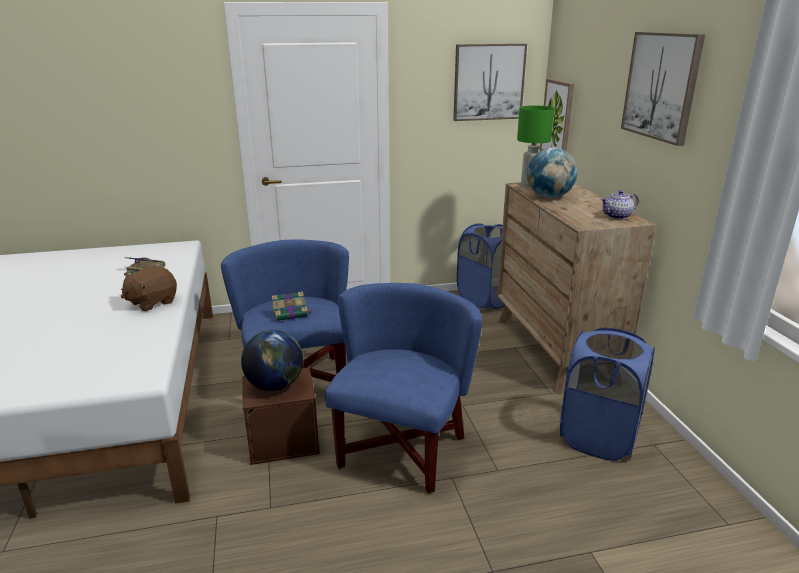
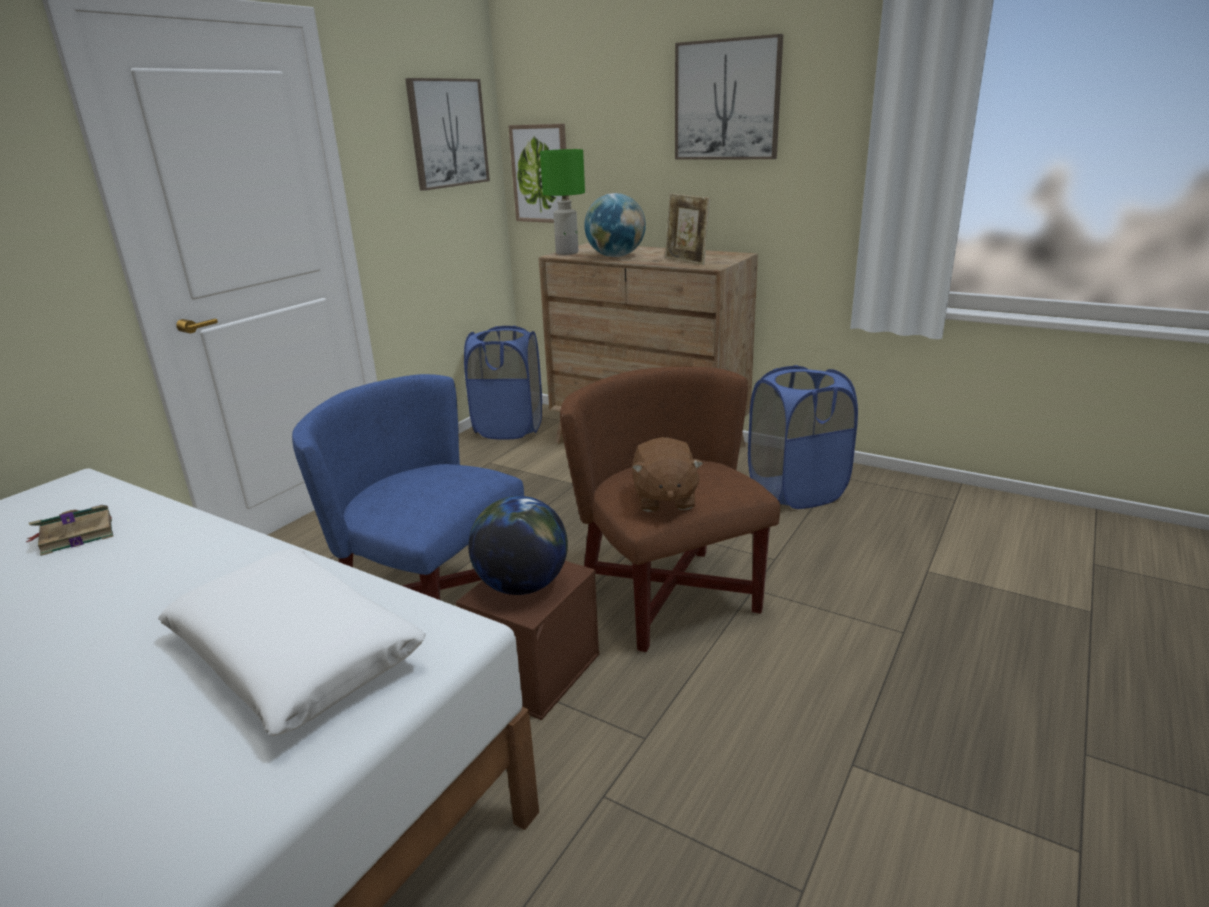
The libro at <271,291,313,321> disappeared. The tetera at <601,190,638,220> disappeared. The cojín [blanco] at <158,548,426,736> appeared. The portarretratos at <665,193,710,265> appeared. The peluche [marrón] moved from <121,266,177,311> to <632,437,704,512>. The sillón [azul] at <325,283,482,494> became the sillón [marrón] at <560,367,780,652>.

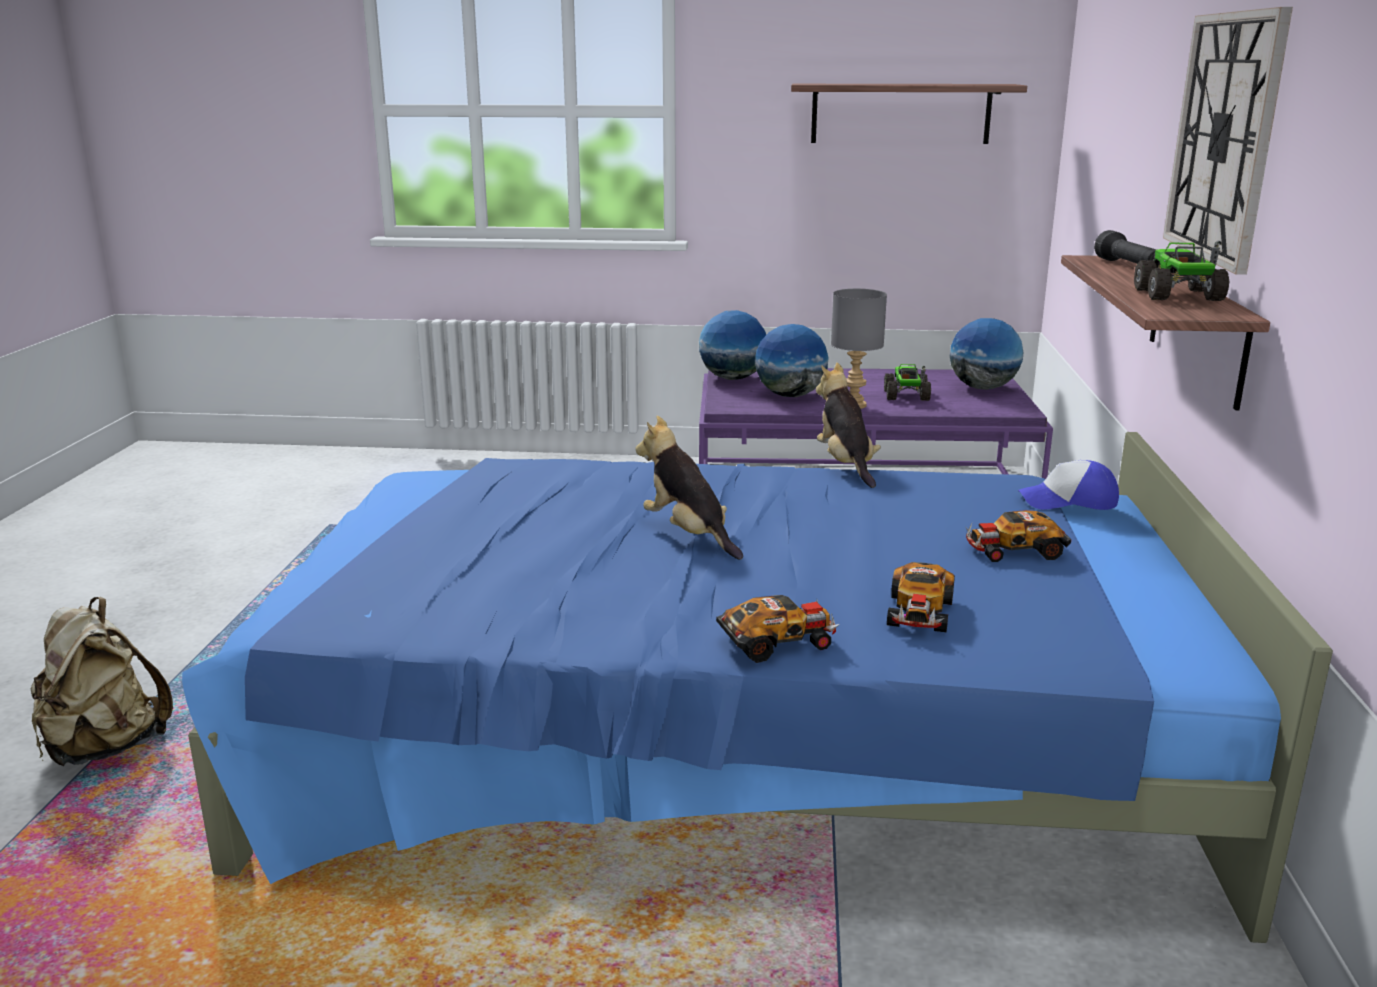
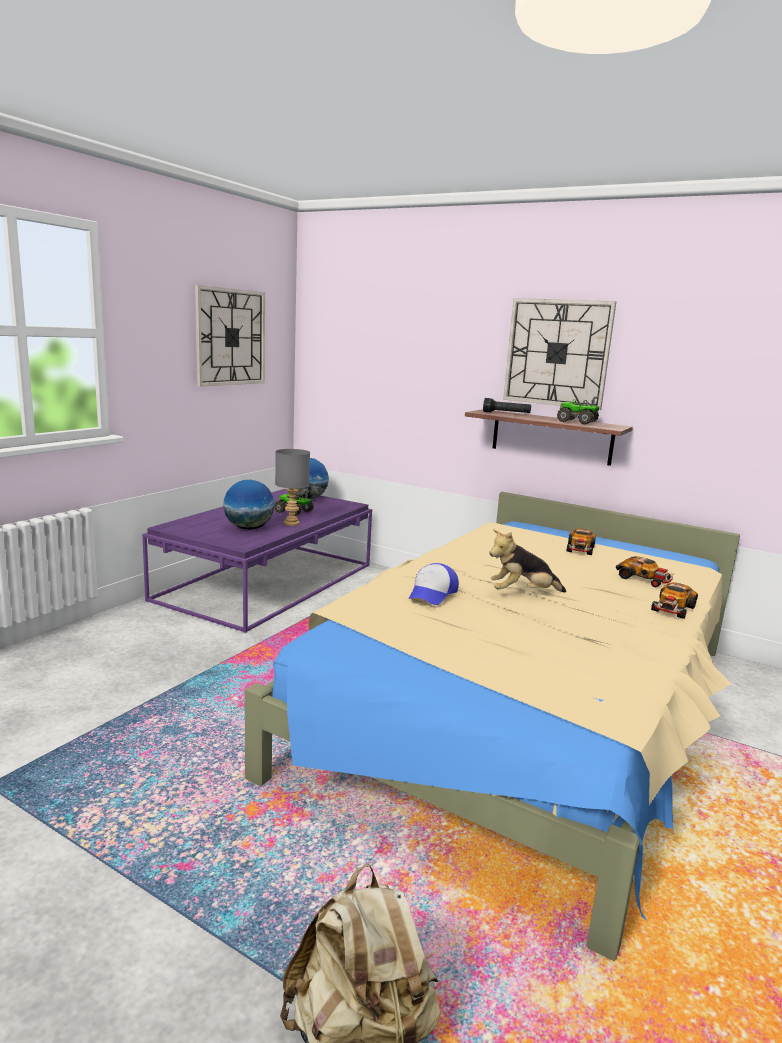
The globo terráqueo at <699,310,766,380> disappeared. The peluche at <816,362,881,488> disappeared. The gorra moved from <1018,460,1119,510> to <408,563,459,605>. The estante at <791,84,1027,144> was replaced by the reloj de pared at <195,285,265,387>. The cama [azul] at <182,432,1333,943> became the cama [beis] at <245,492,740,961>. The coche de juguete at <716,595,840,663> turned 150 degrees counterclockwise.

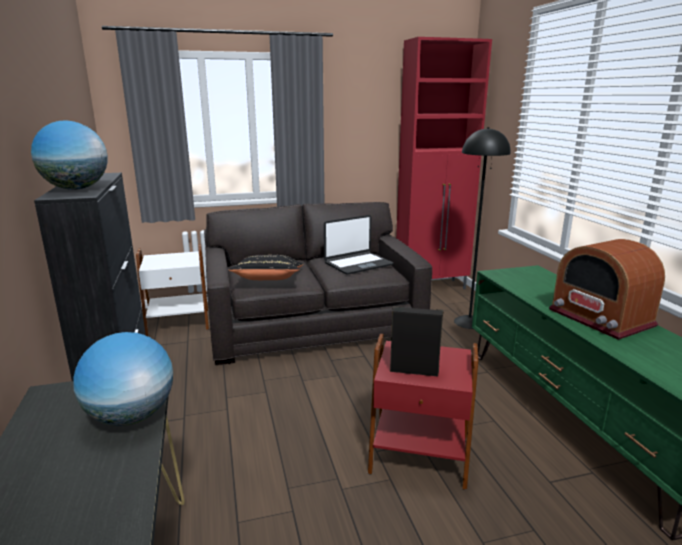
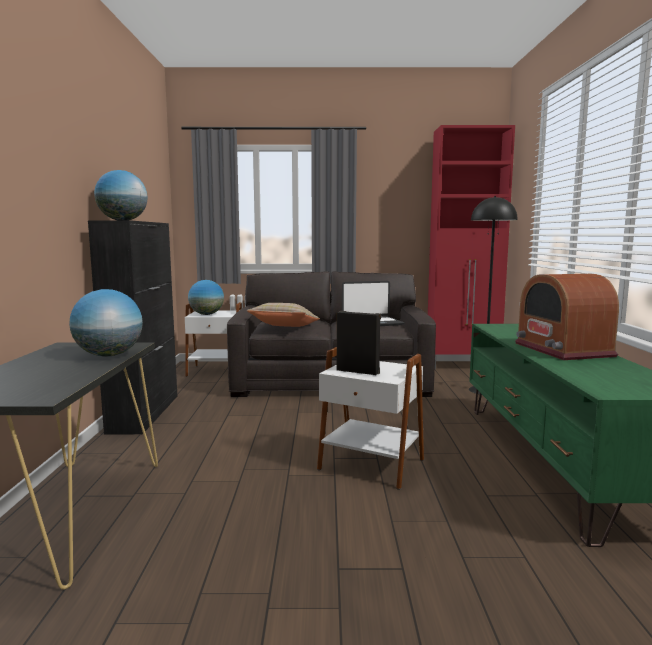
The globo terráqueo at <188,280,224,315> appeared. The cojín [negro] at <229,255,303,280> became the cojín [beis] at <247,303,320,327>. The mesa auxiliar [rojo] at <368,334,478,490> became the mesa auxiliar [blanco] at <317,347,424,490>.

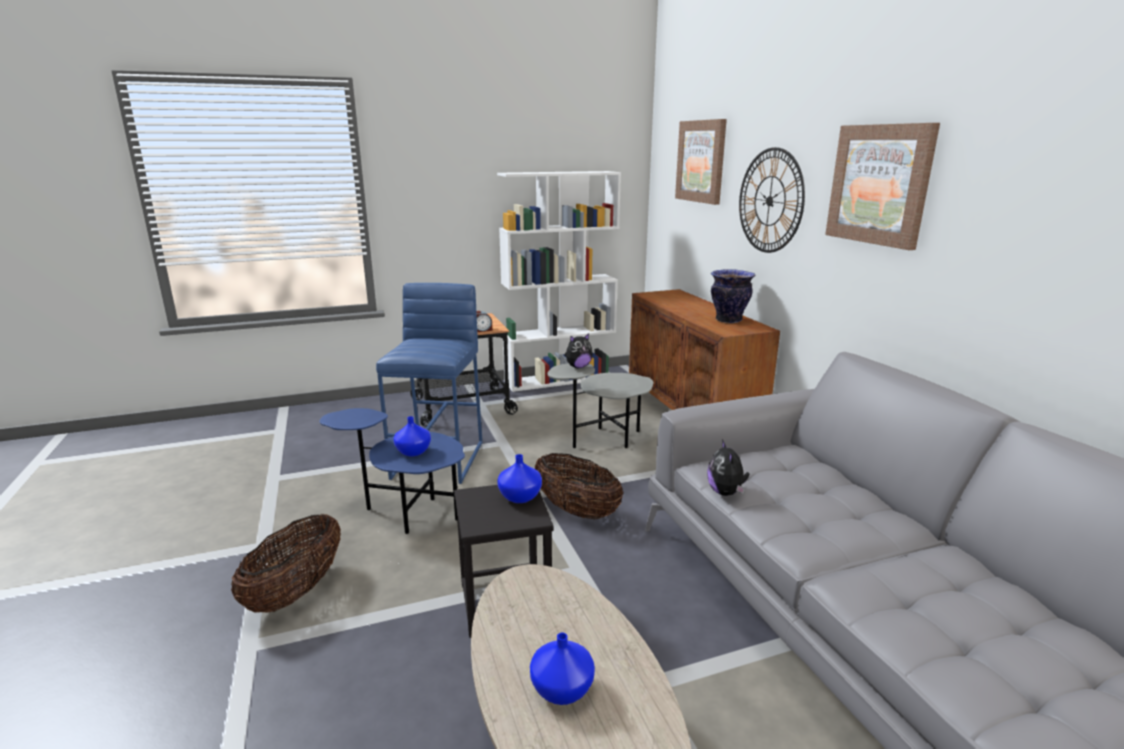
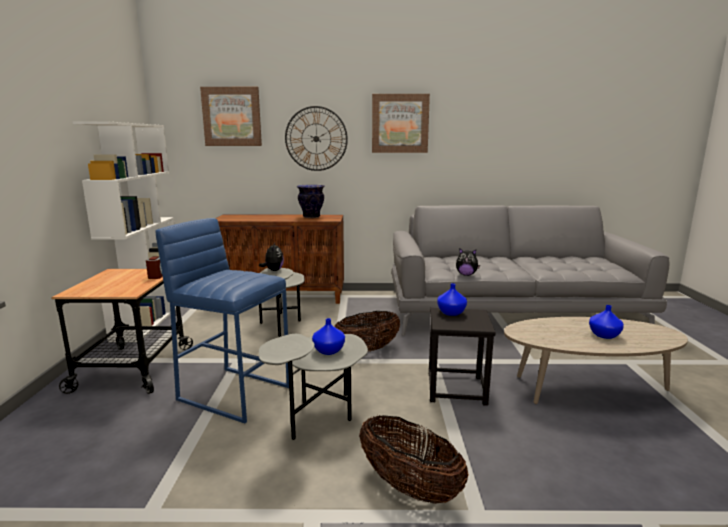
The mesa auxiliar [azul] at <319,408,465,534> became the mesa auxiliar [gris] at <259,334,368,440>.

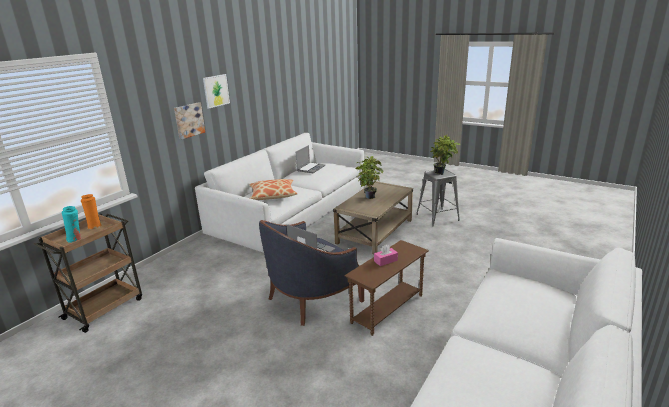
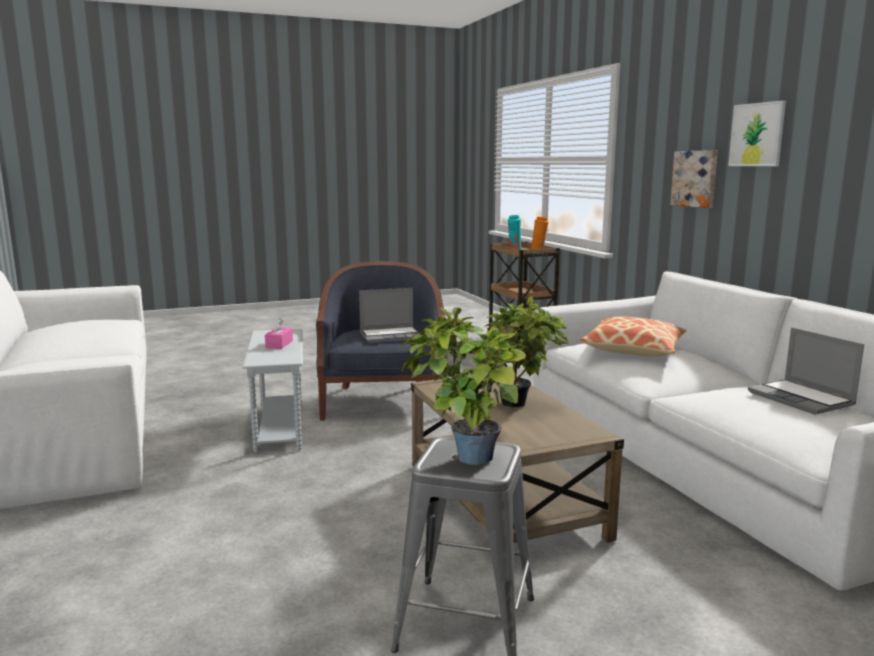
The mesa auxiliar [marrón] at <345,240,429,336> became the mesa auxiliar [blanco] at <242,329,303,453>.

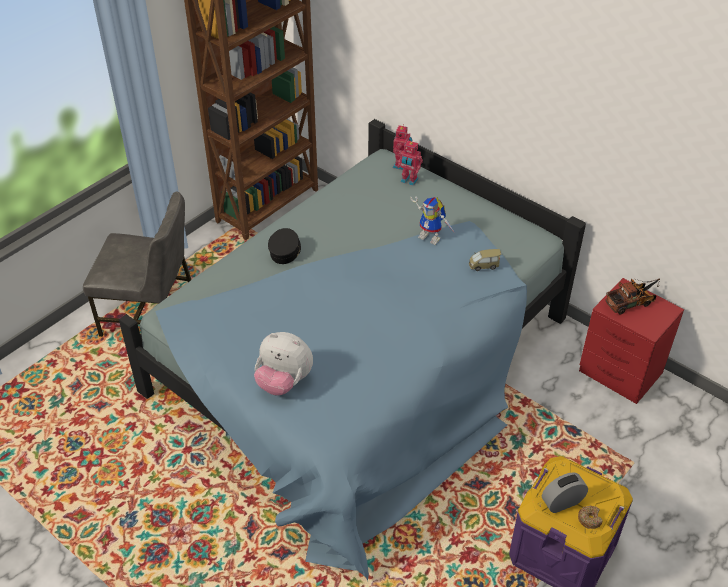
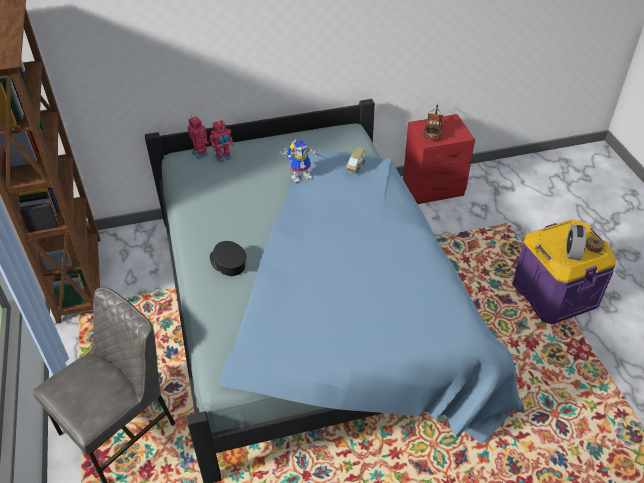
The peluche at <254,332,313,395> disappeared.

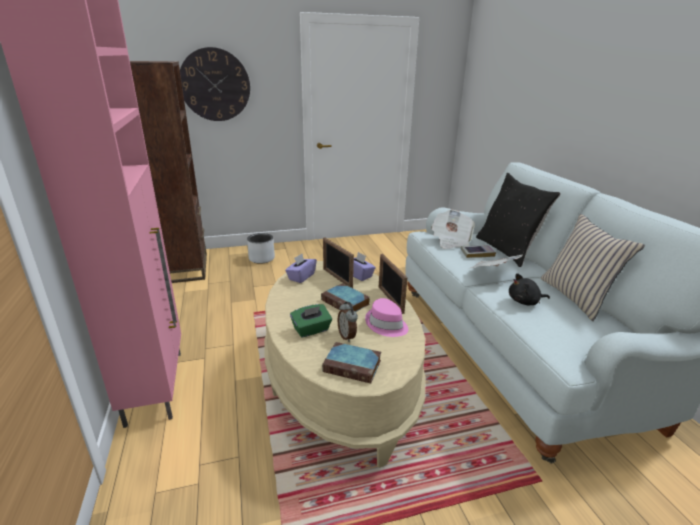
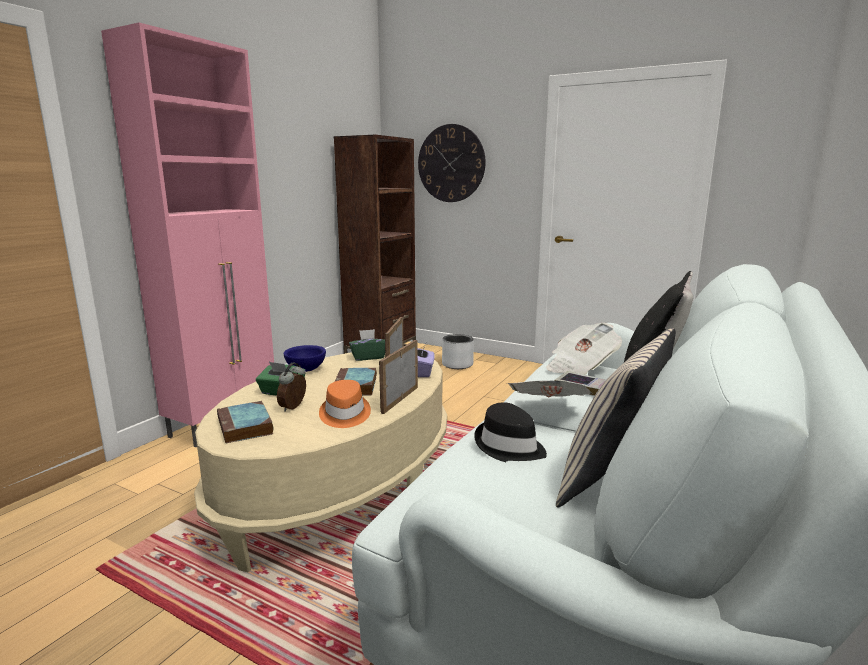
The cuenco [azul] at <284,345,326,372> appeared. The peluche [negro] at <509,273,550,306> was replaced by the sombrero [negro] at <474,402,547,462>. The caja de pañuelos [morado] at <285,254,317,283> became the caja de pañuelos [verde] at <349,329,385,361>. The sombrero [rosa] at <365,298,409,337> became the sombrero [naranja] at <319,380,371,428>.

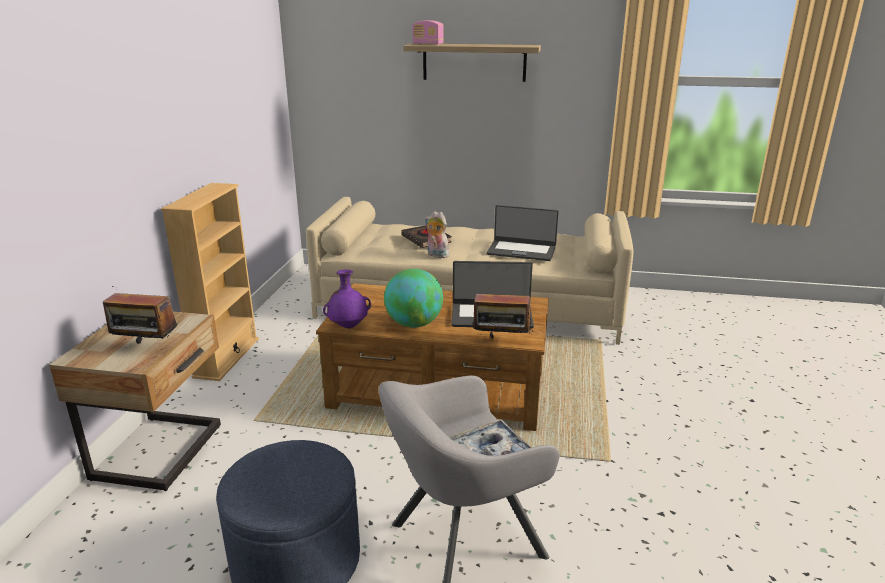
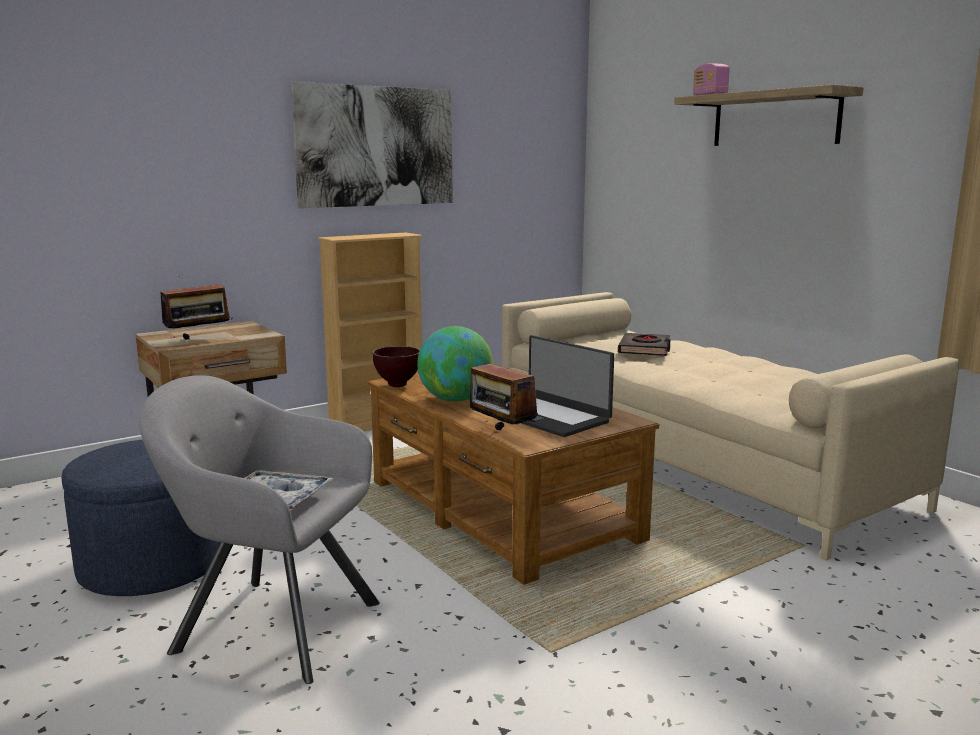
The peluche at <425,211,449,258> disappeared. The portátil at <486,205,559,261> disappeared. The cuadro at <291,82,453,208> appeared. The florero [morado] at <323,269,371,329> was replaced by the cuenco [marrón] at <372,346,420,387>. The radio at <103,286,178,344> turned 90 degrees counterclockwise.

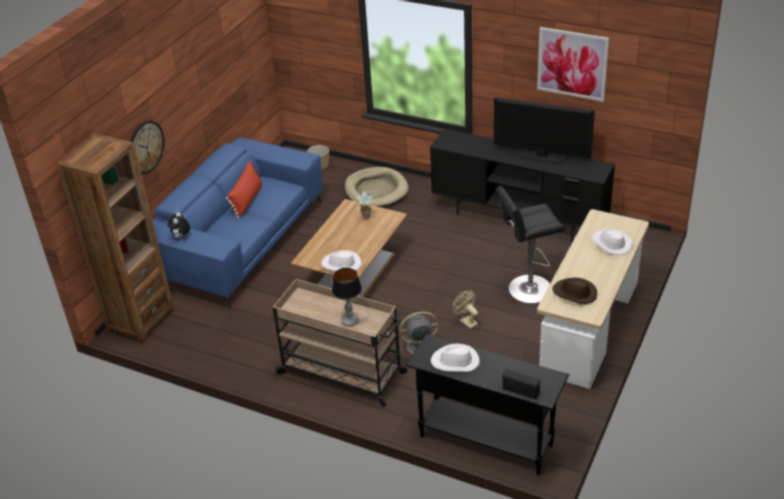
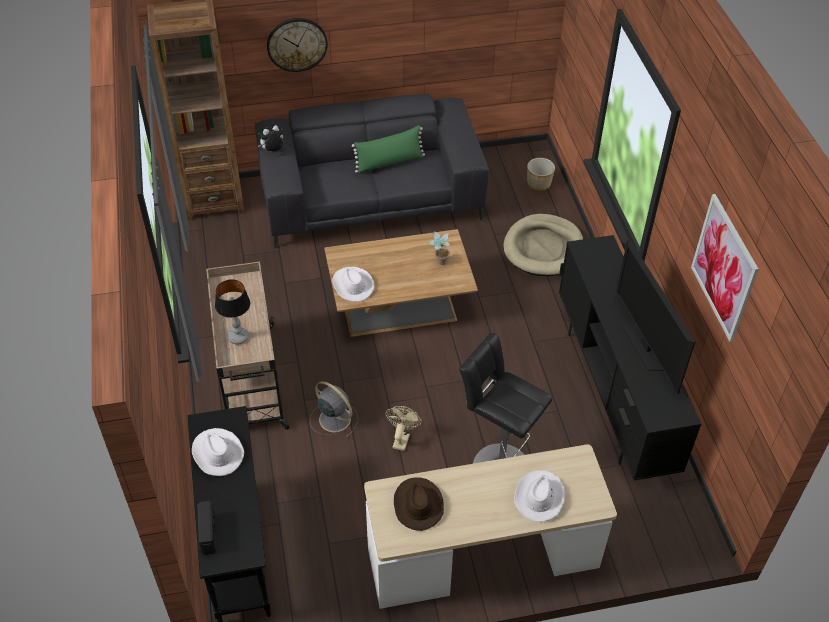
The sofá [azul] at <152,137,322,310> became the sofá [gris] at <255,94,489,249>. The cojín [rojo] at <226,161,262,219> became the cojín [verde] at <352,125,425,173>.

